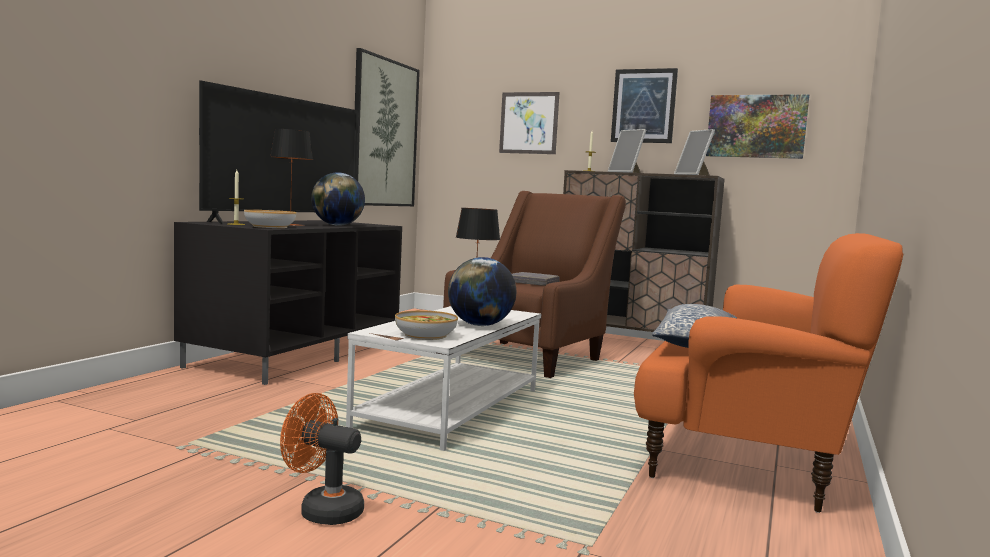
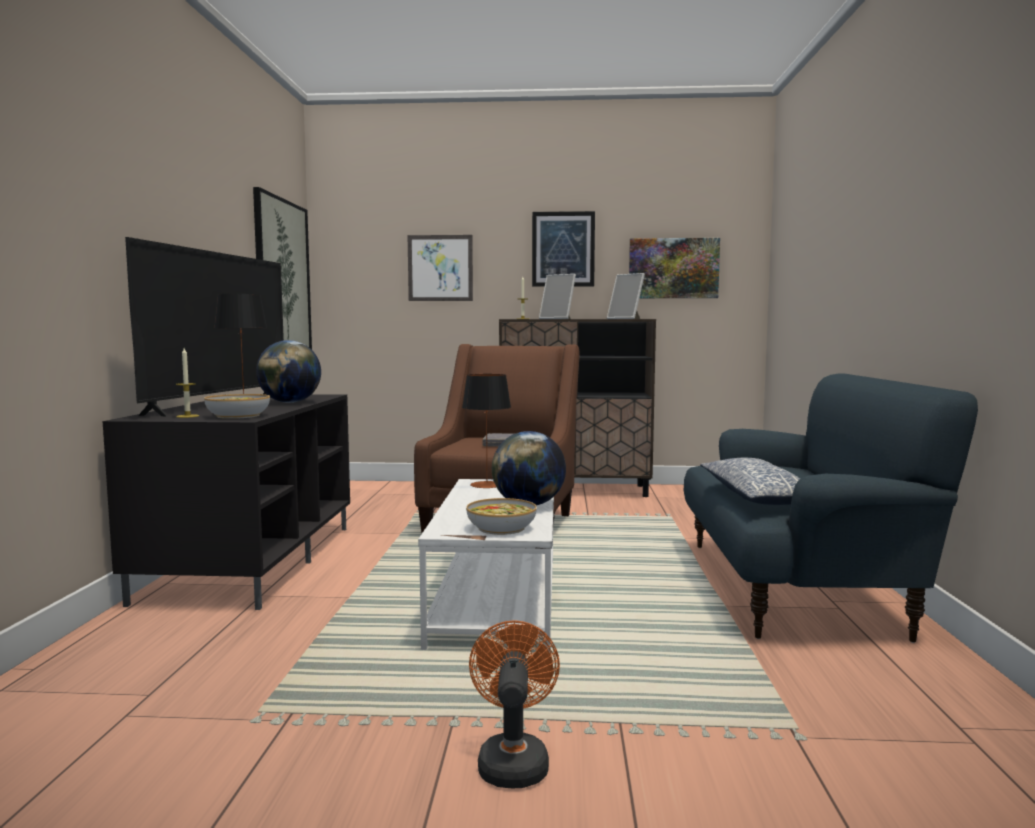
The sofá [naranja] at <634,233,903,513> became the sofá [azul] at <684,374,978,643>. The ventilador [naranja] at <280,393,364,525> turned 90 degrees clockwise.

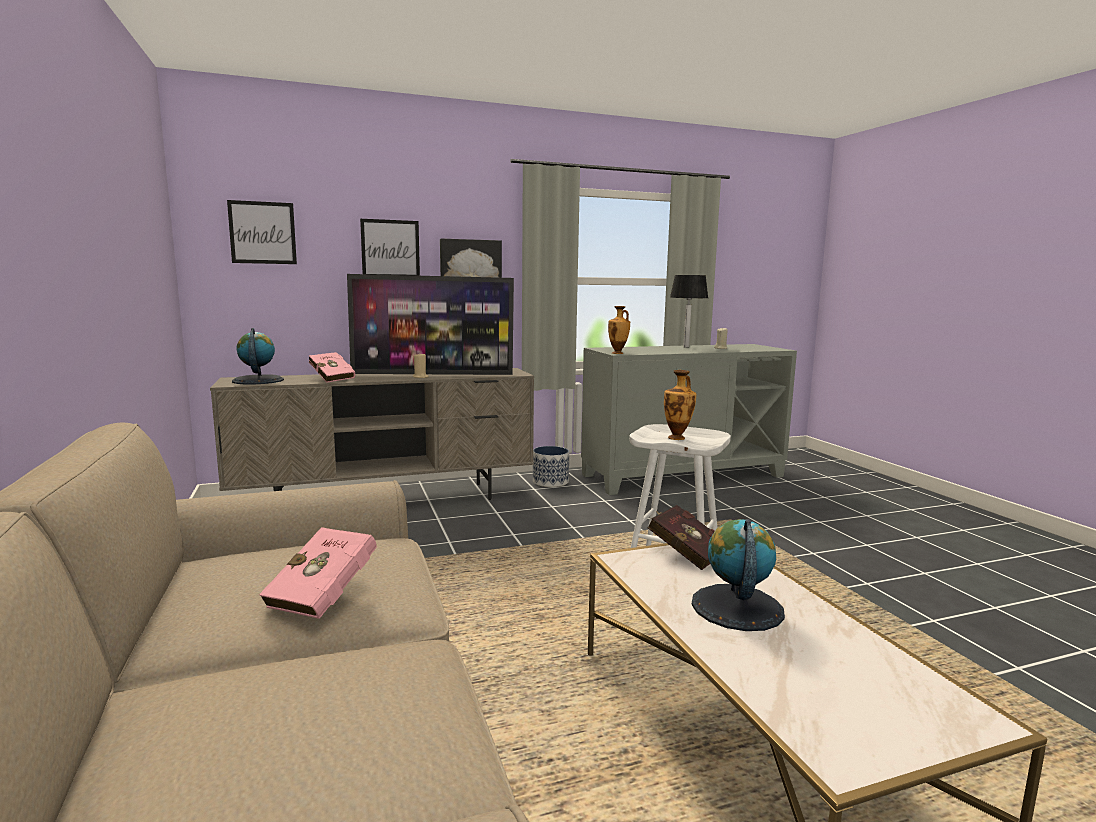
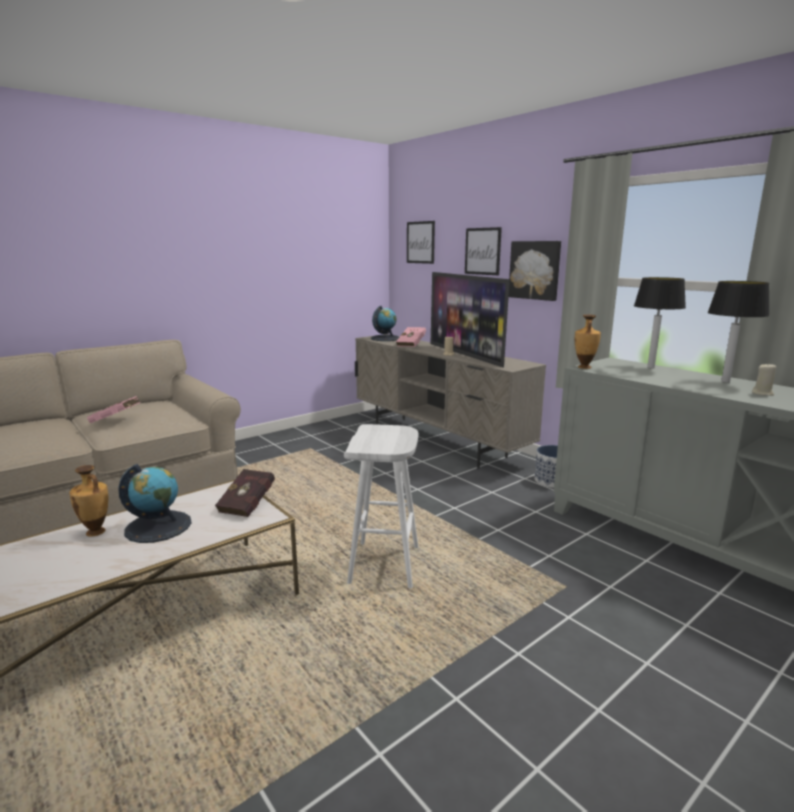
The lámpara de mesa at <634,277,686,369> appeared. The florero moved from <664,370,696,440> to <70,465,108,537>.

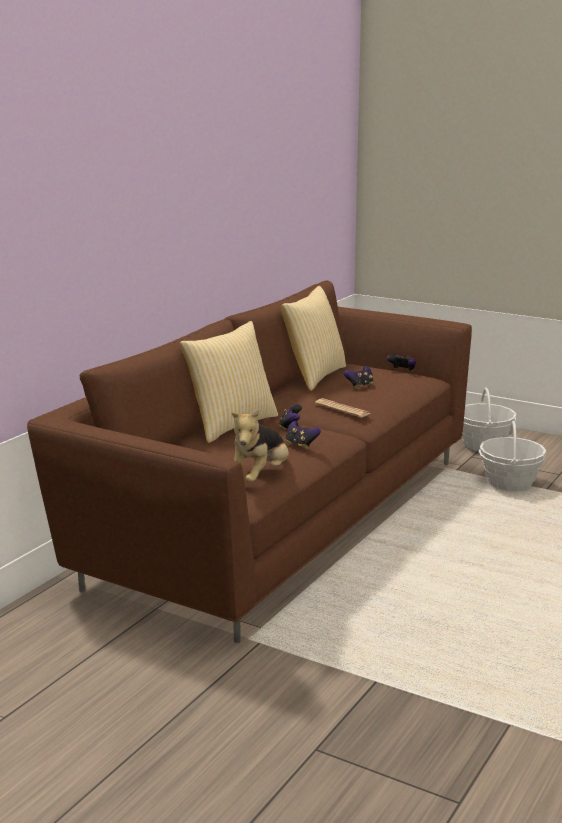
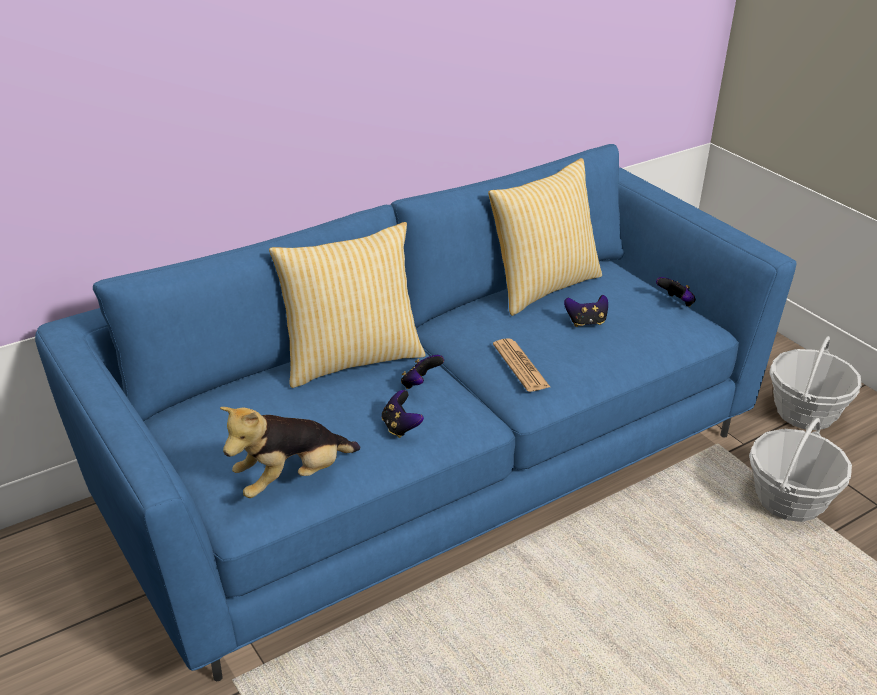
The sofá [marrón] at <27,281,472,643> became the sofá [azul] at <35,144,797,681>.

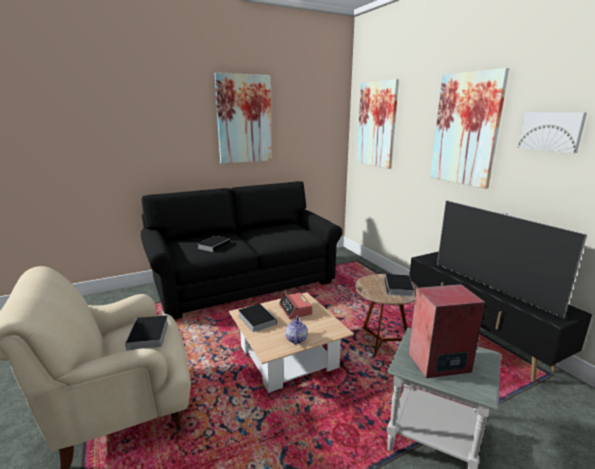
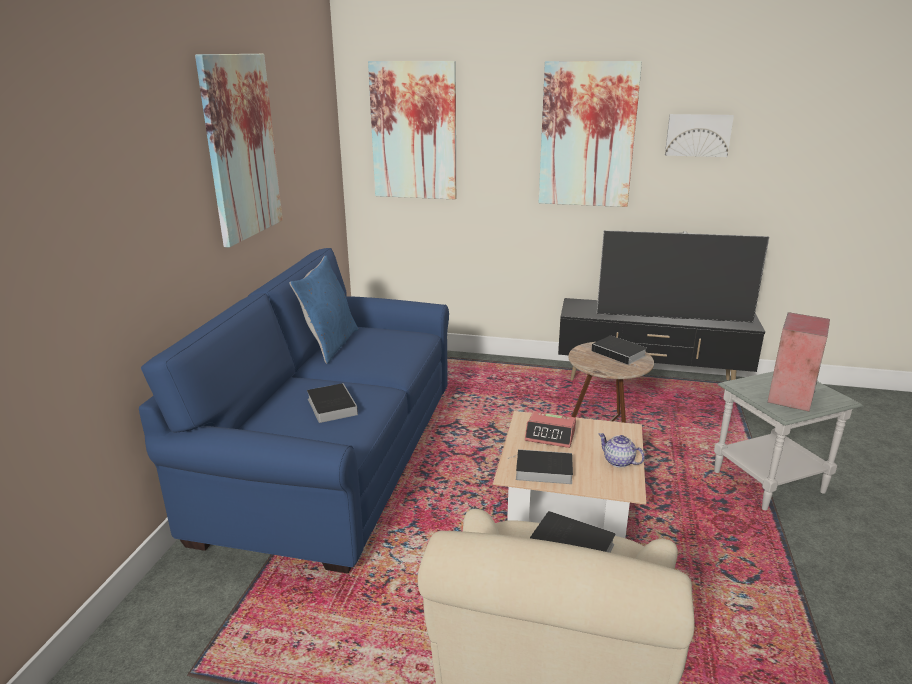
The cojín [azul] at <289,256,358,364> appeared. The sofá [negro] at <141,181,342,320> became the sofá [azul] at <139,248,449,573>.

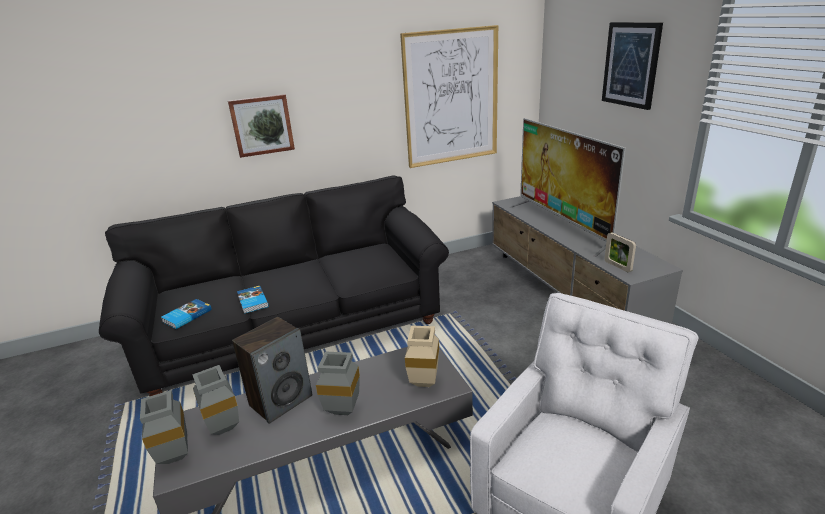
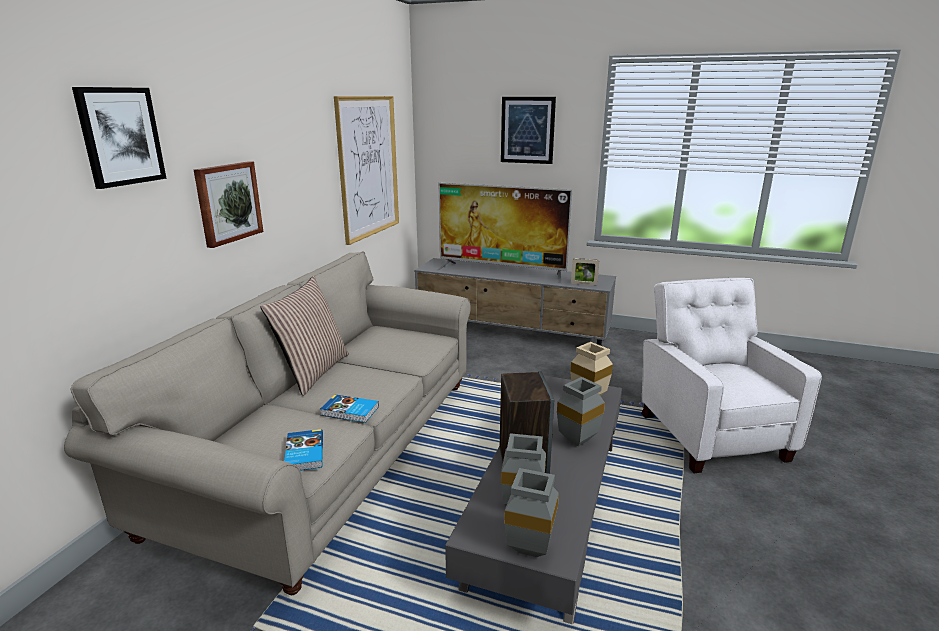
The cuadro at <72,87,167,189> appeared. The cojín at <261,276,349,396> appeared. The sofá [negro] at <99,176,449,396> became the sofá [beis] at <64,251,471,595>.

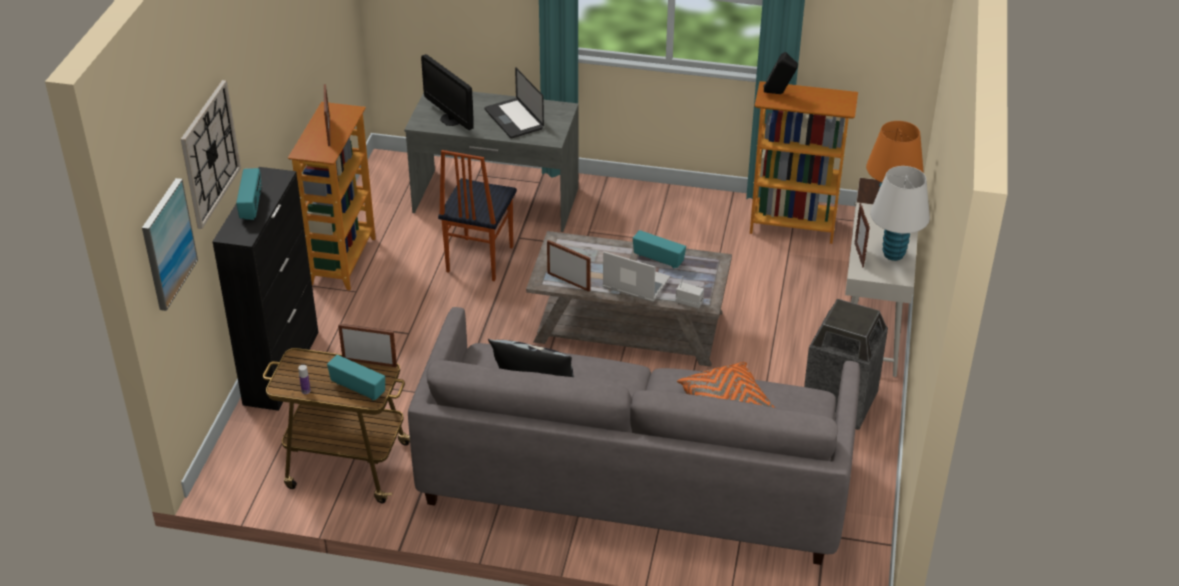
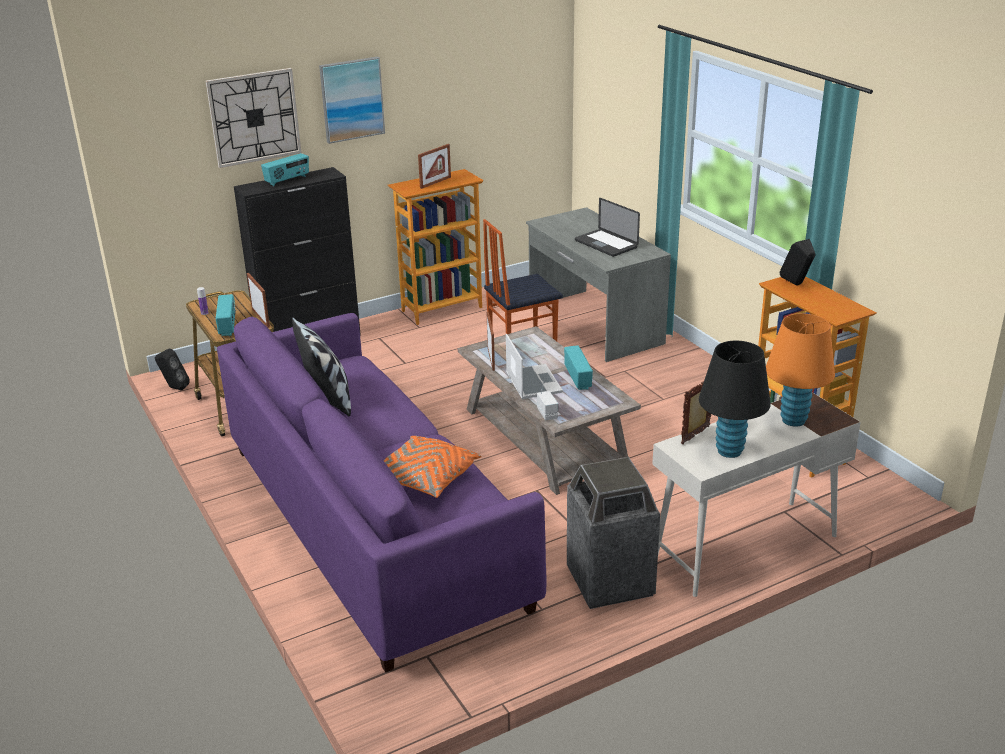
The monitor at <421,54,474,130> disappeared. The altavoz [negro] at <155,348,190,391> appeared. The cuadro moved from <142,178,198,311> to <319,56,385,144>. The sofá [gris] at <408,307,860,565> became the sofá [morado] at <217,313,546,672>. The lámpara de mesa [blanco] at <870,166,930,261> became the lámpara de mesa [negro] at <699,341,771,458>. The portátil at <485,67,544,139> turned 60 degrees counterclockwise.

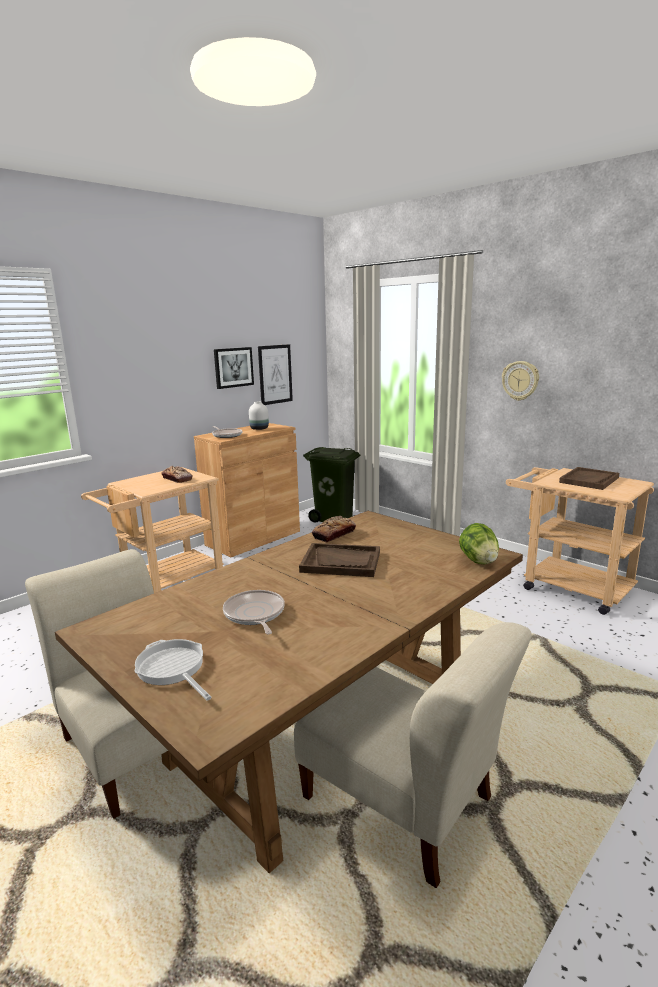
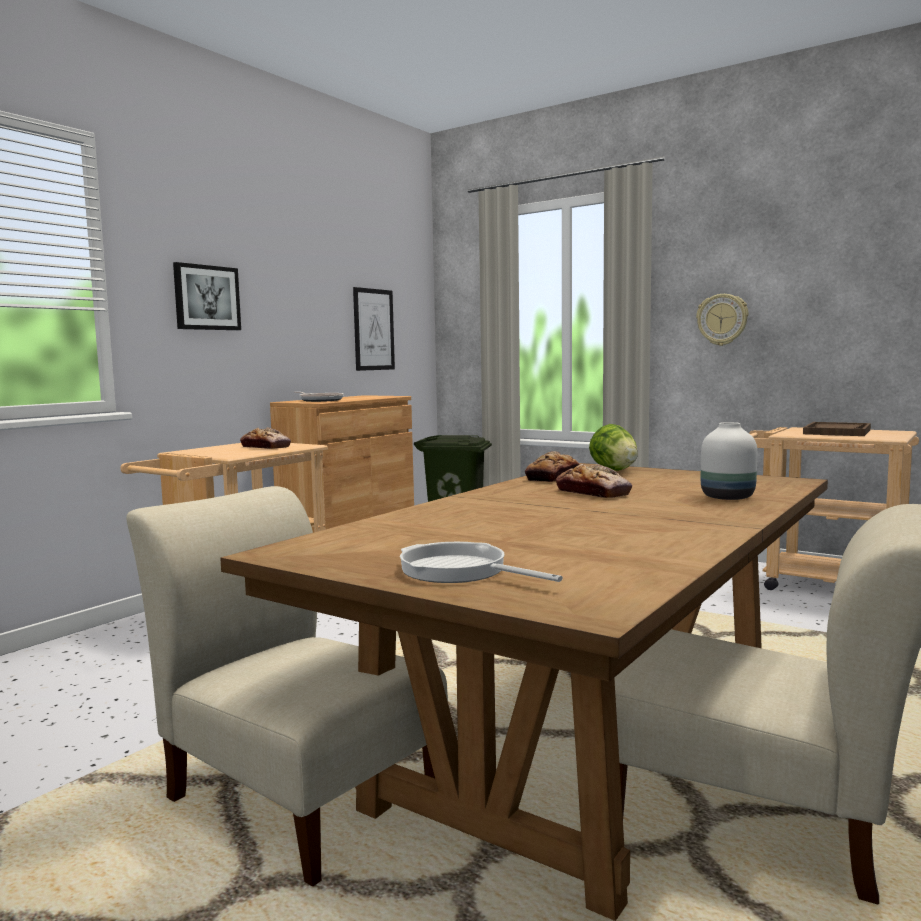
The sartén at <223,590,285,634> disappeared. The cuadro moved from <214,347,254,389> to <173,262,241,330>. The florero [blanco] moved from <249,401,269,430> to <701,422,757,500>. The lechuga moved from <459,523,499,564> to <589,424,638,471>. The bandeja [marrón] at <299,543,380,577> was replaced by the pan at <556,464,632,498>.

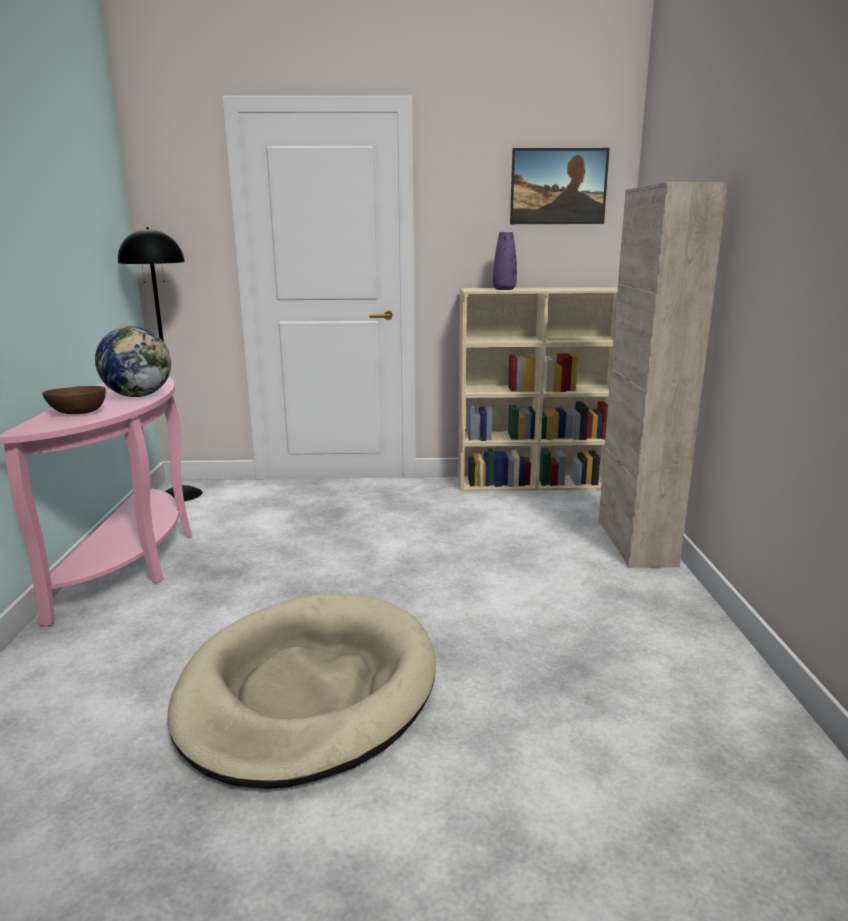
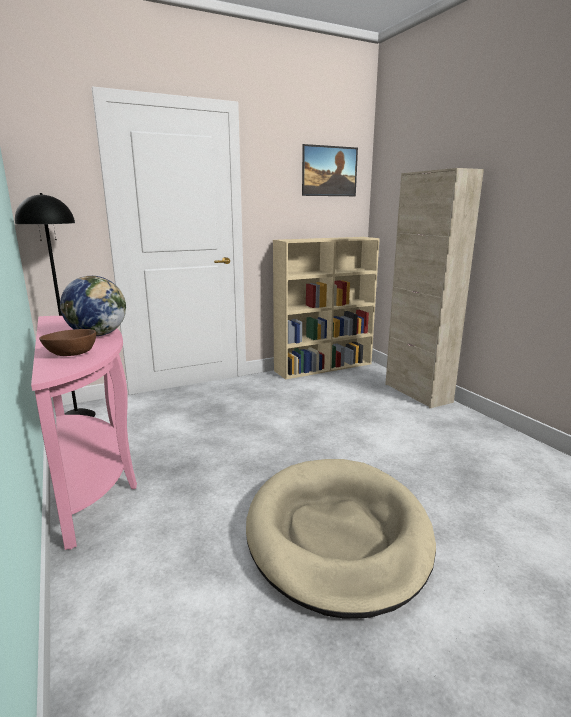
The florero [morado] at <493,232,517,290> disappeared.

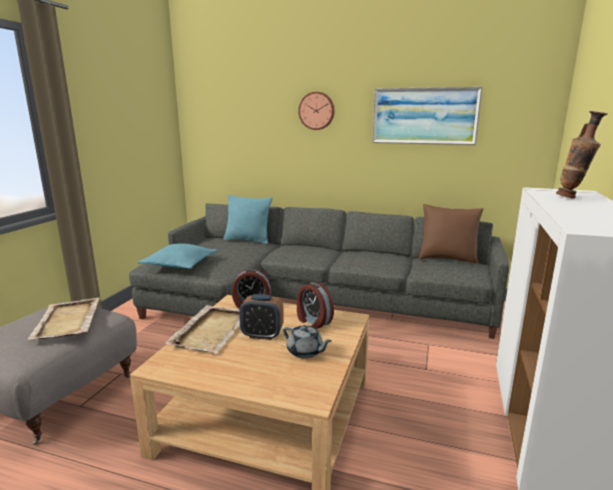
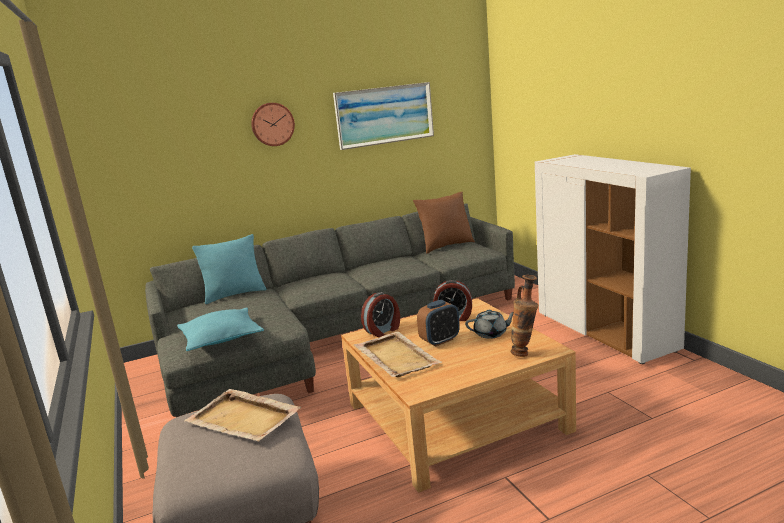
The florero moved from <556,111,607,198> to <511,275,538,357>.

